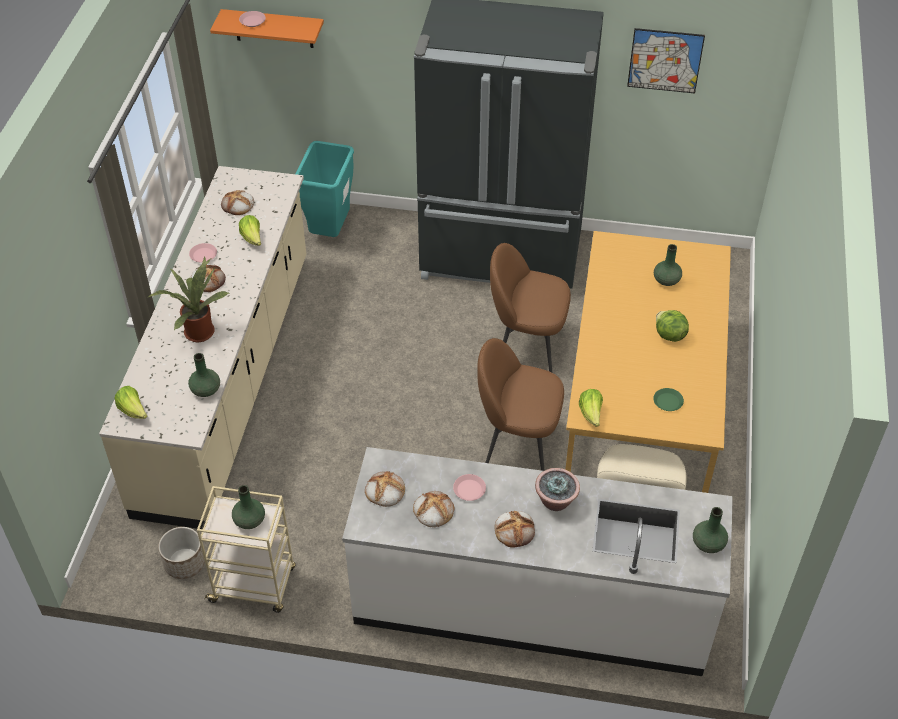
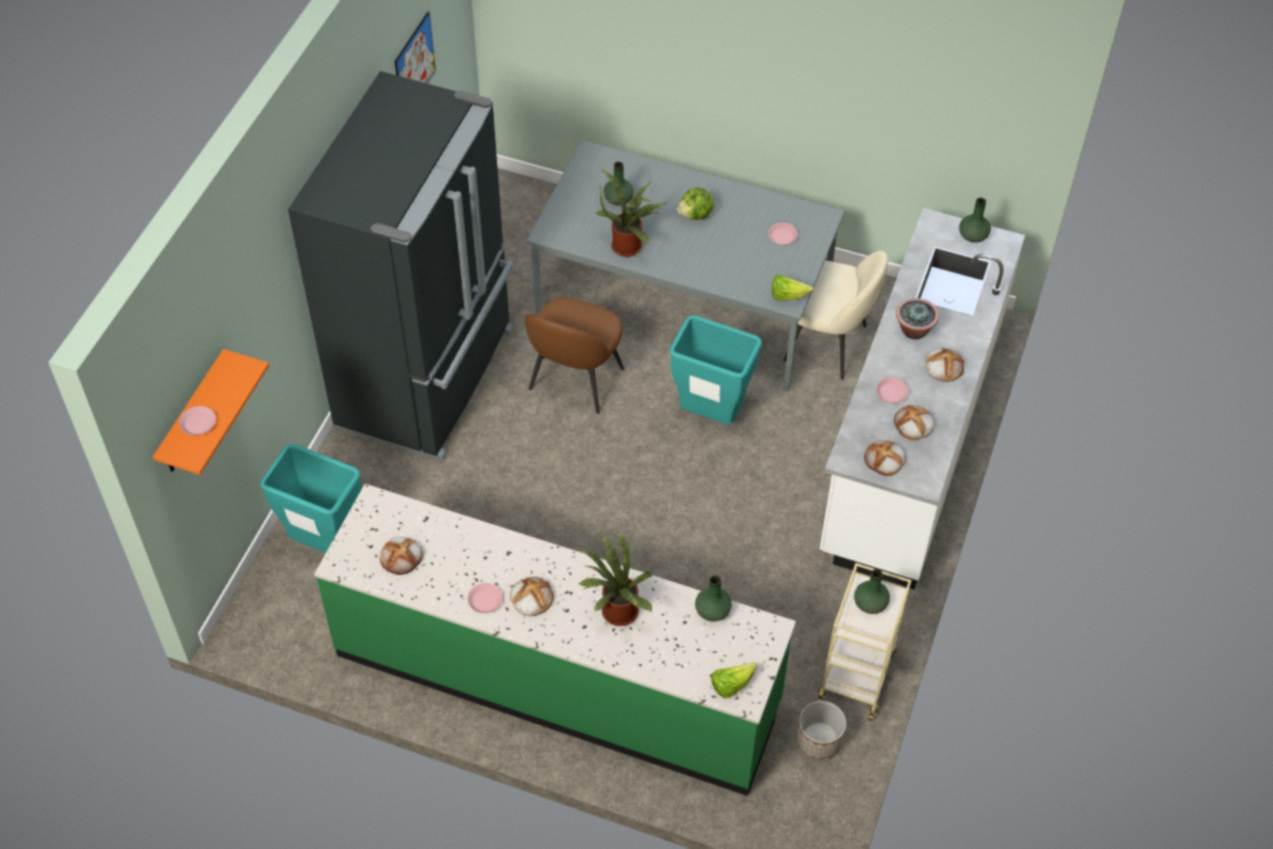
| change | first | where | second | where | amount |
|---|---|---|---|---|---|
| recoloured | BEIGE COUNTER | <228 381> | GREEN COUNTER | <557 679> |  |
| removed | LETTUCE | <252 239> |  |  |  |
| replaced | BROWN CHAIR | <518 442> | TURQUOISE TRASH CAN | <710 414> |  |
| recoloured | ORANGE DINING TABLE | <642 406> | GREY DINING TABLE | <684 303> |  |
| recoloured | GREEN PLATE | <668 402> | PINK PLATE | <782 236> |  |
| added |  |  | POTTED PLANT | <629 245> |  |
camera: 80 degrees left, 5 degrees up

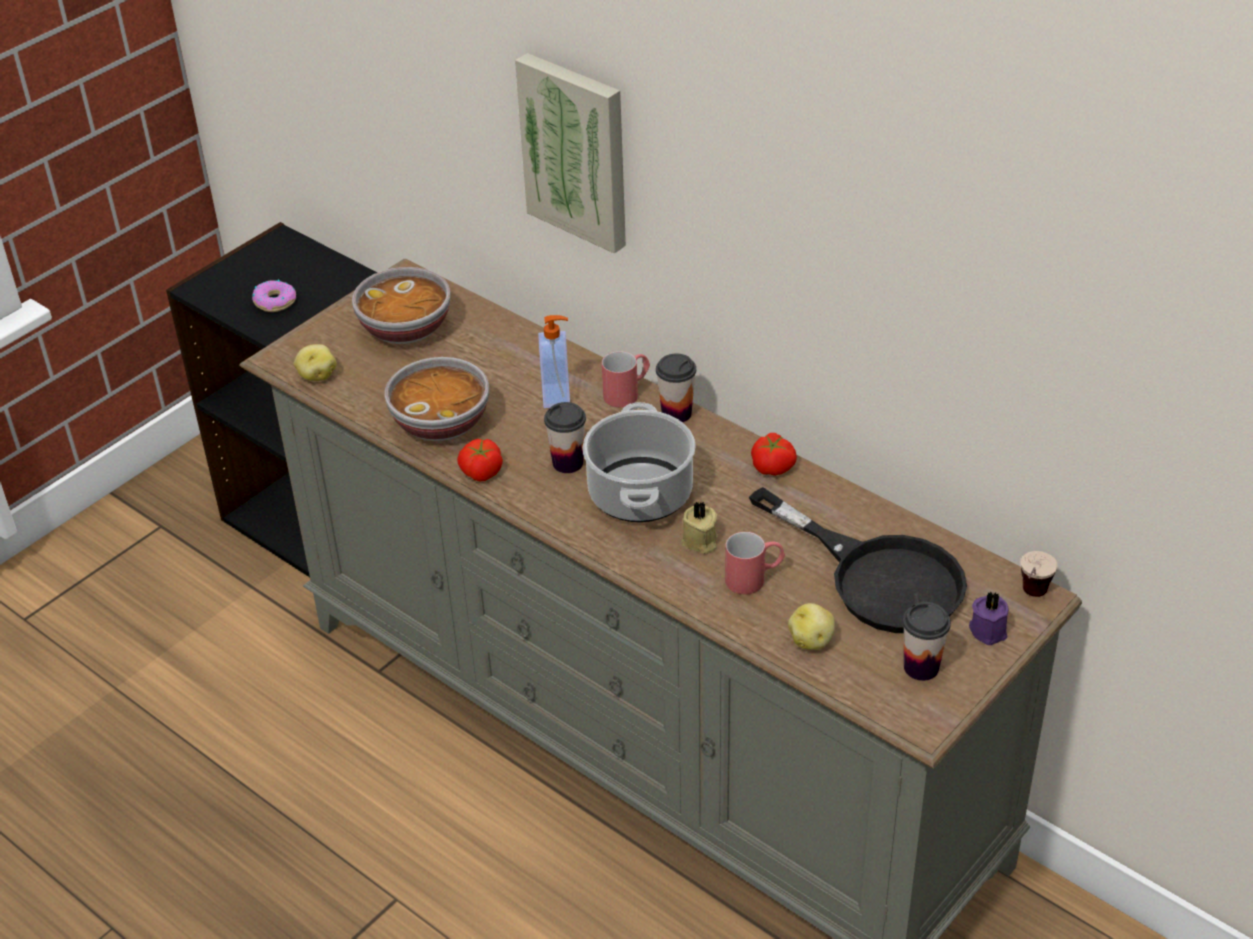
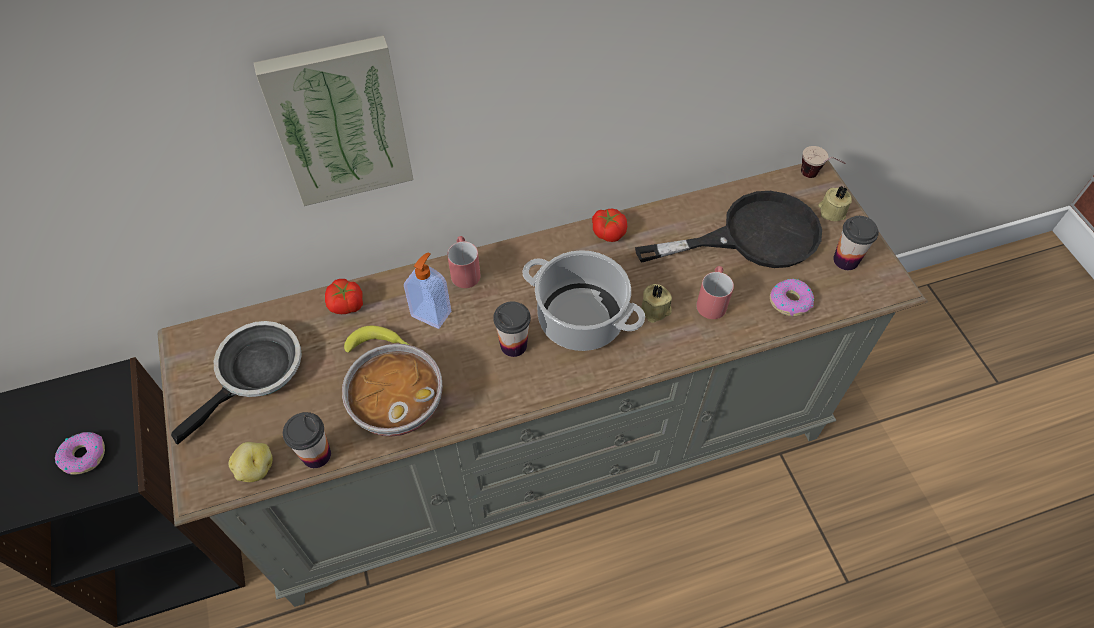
| change | first | where | second | where | amount |
|---|---|---|---|---|---|
| replaced | BOWL | <406 329> | FRYING PAN | <256 373> |  |
| moved | TOMATO | <481 471> |  | <346 304> |  |
| moved | CUP | <676 413> |  | <316 455> |  |
| replaced | POTATO | <811 640> | DONUT | <790 301> |  |
| recoloured | PURPLE CANDLE | <989 630> | BEIGE CANDLE | <831 211> |  |
| added |  |  | BANANA | <379 345> |  |
camera: 60 degrees left, 15 degrees up

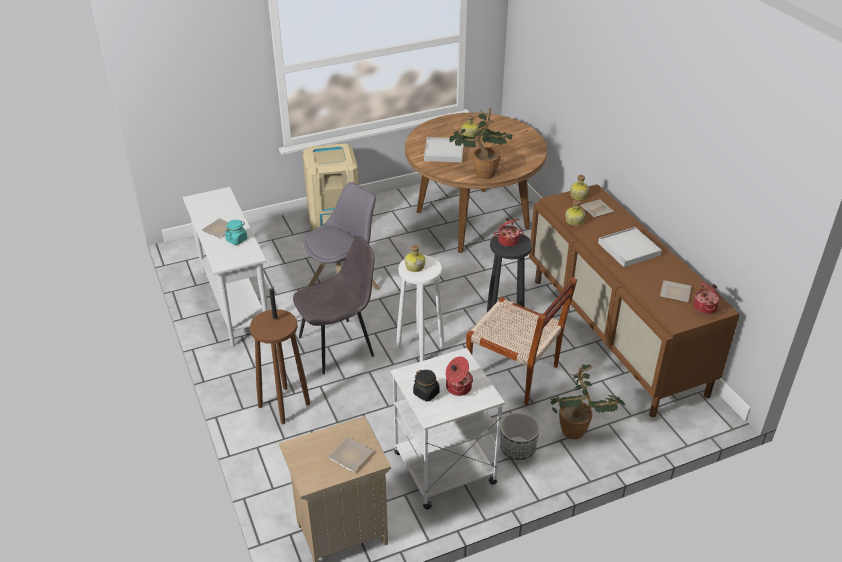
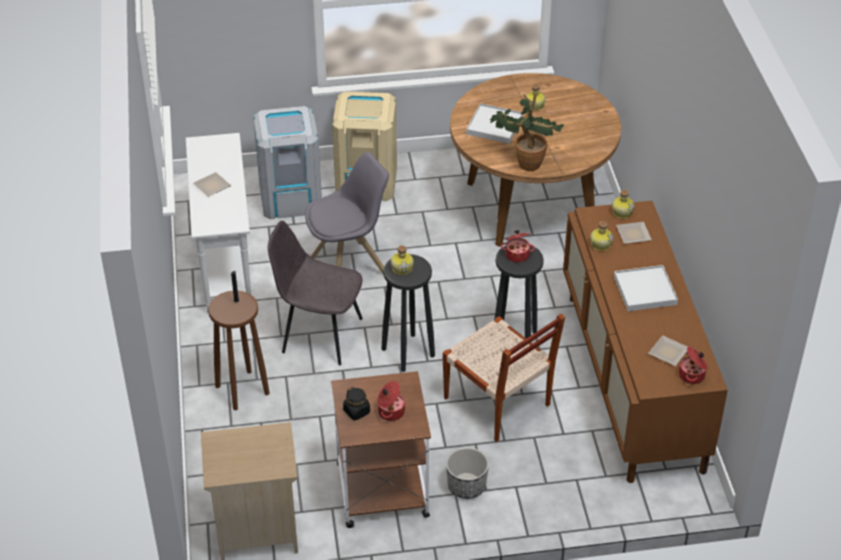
| change | first | where | second | where | amount |
|---|---|---|---|---|---|
| removed | TURQUOISE JAR | <237 240> |  |  |  |
| turned | GREY CHAIR | <338 346> |  | <320 335> | 150 degrees counterclockwise |
| removed | PLATE | <350 455> |  |  |  |
| recoloured | WHITE CART | <443 469> | BROWN CART | <380 491> |  |
| recoloured | WHITE STOOL | <419 346> | BLACK STOOL | <407 352> |  |
| removed | POTTED PLANT | <579 432> |  |  |  |
| added |  |  | GREY TRASH CAN | <291 197> |  |
camera: 15 degrees right, 5 degrees up

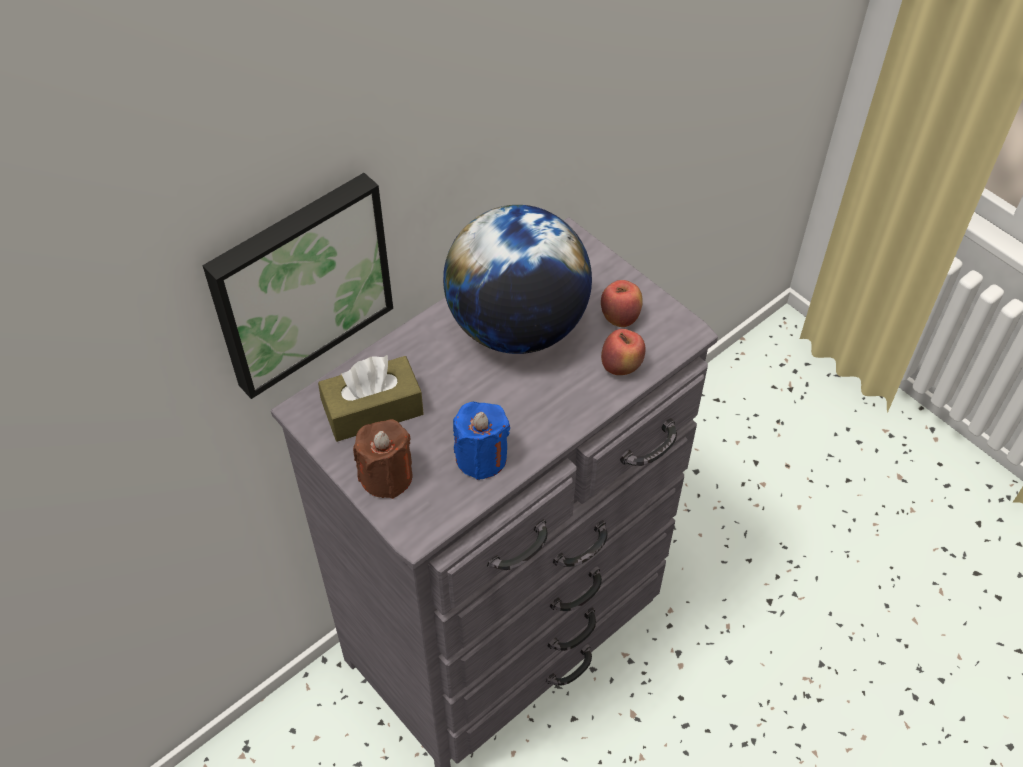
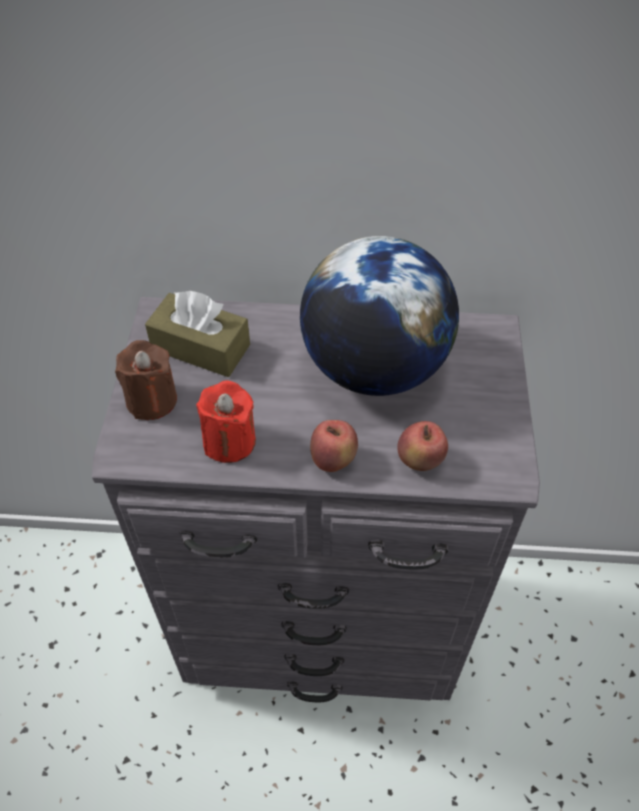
| change | first | where | second | where | amount |
|---|---|---|---|---|---|
| removed | PICTURE | <299 282> |  |  |  |
| recoloured | BLUE CANDLE | <481 457> | RED CANDLE | <229 441> |  |
| moved | APPLE | <620 318> |  | <333 460> |  |
camera: 45 degrees right, 0 degrees up

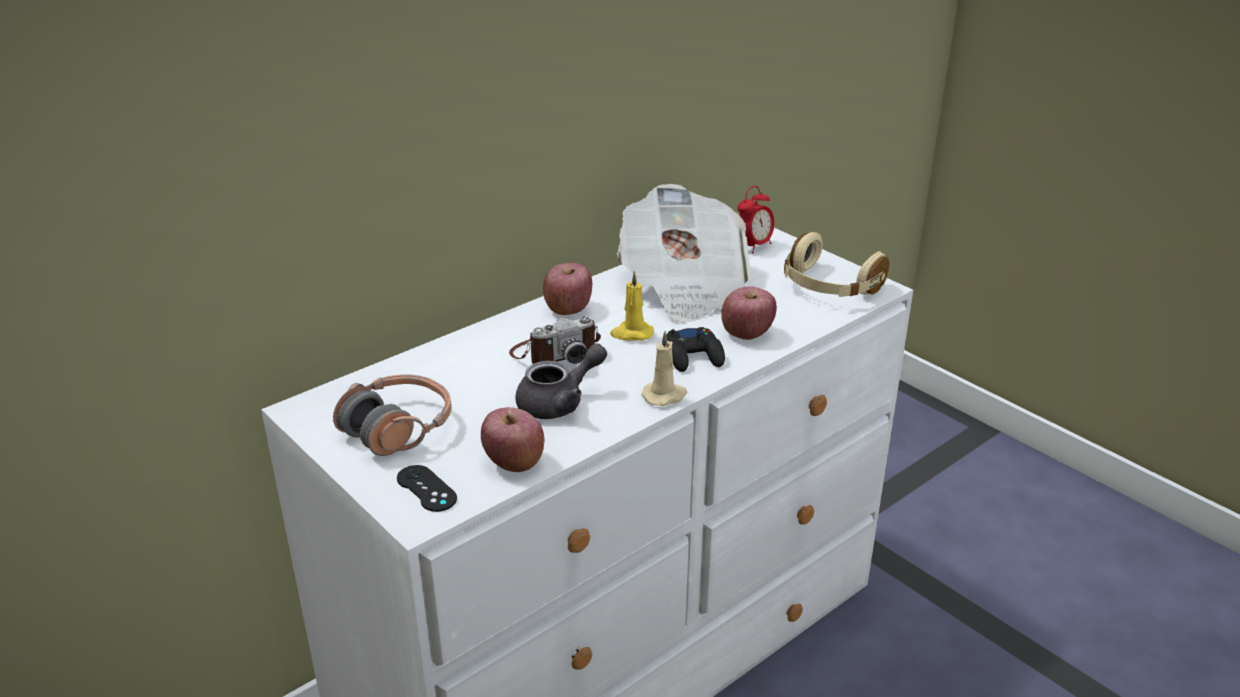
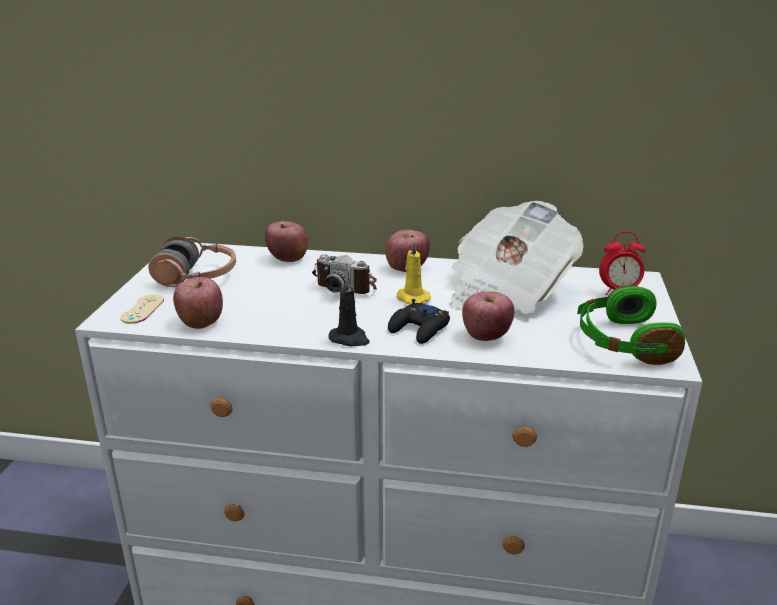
| change | first | where | second | where | amount |
|---|---|---|---|---|---|
| recoloured | BLACK GAME CONTROLLER | <426 489> | BEIGE GAME CONTROLLER | <142 309> |  |
| removed | GREY TEAPOT | <559 402> |  |  |  |
| recoloured | BEIGE CANDLE | <665 396> | BLACK CANDLE | <350 339> |  |
| recoloured | BEIGE HEADPHONES | <828 287> | GREEN HEADPHONES | <622 342> |  |
| added |  |  | APPLE | <287 258> |  |
camera: 50 degrees right, 5 degrees down

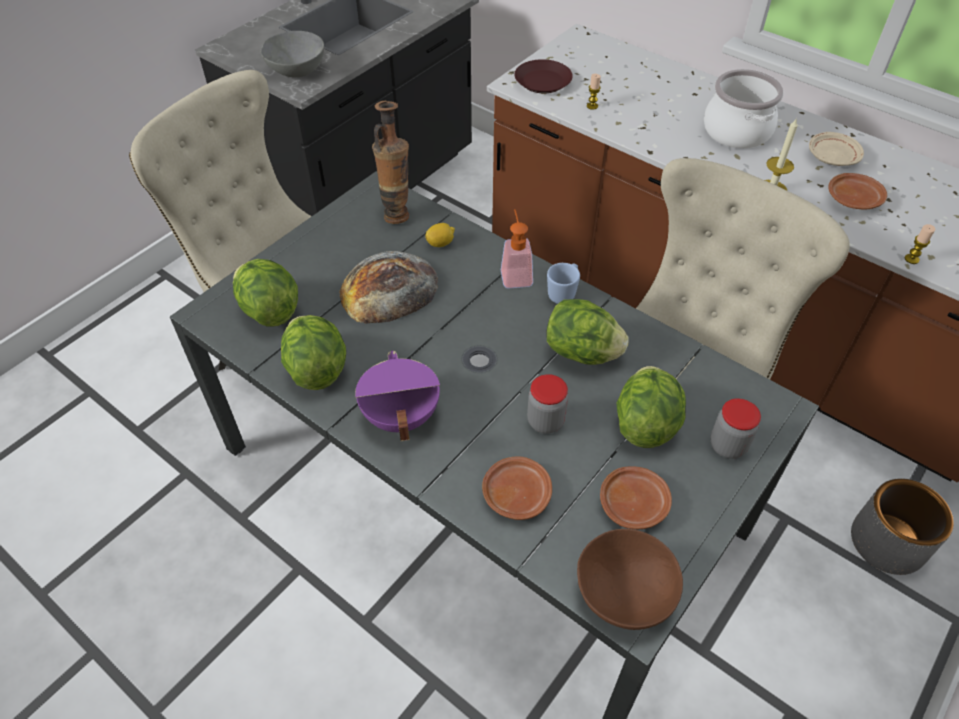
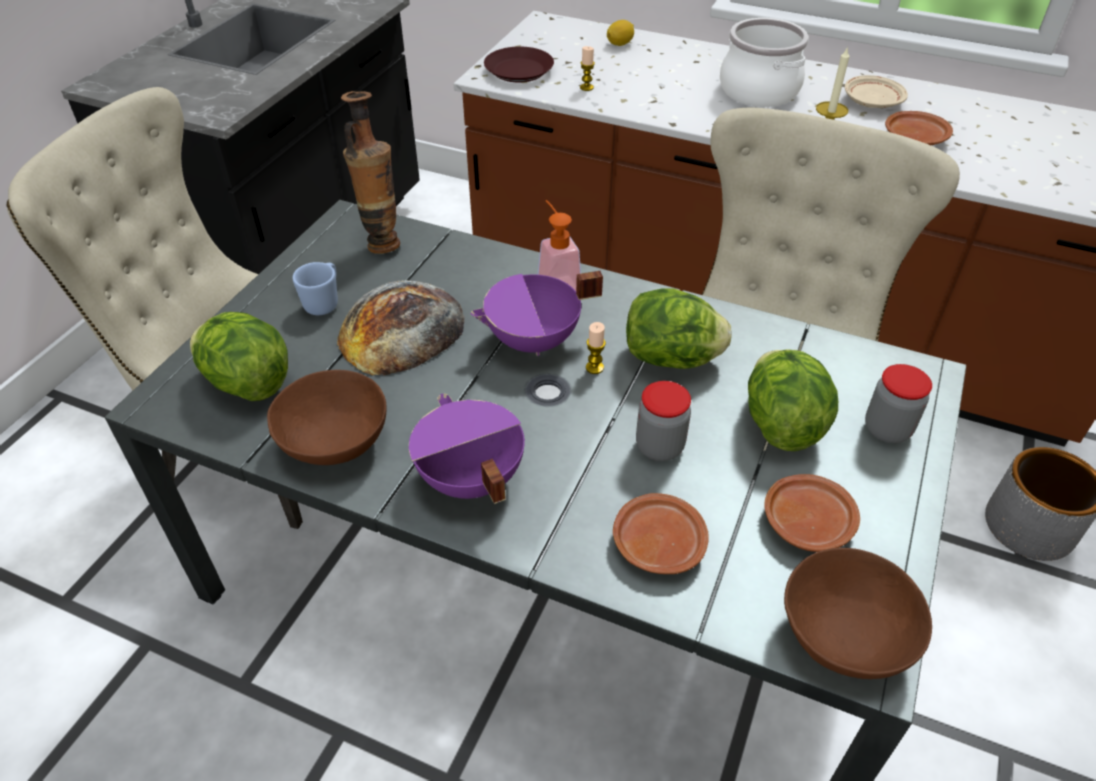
| change | first | where | second | where | amount |
|---|---|---|---|---|---|
| removed | GREY BOWL | <296 71> |  |  |  |
| replaced | LETTUCE | <316 368> | BROWN BOWL | <335 443> |  |
| moved | LEMON | <440 243> |  | <620 44> |  |
| moved | BLUE MUG | <564 293> |  | <324 302> |  |
| moved | CANDLE | <911 259> |  | <594 367> |  |
| added |  |  | PURPLE COOKING POT | <534 342> |  |
camera: 15 degrees left, 5 degrees down

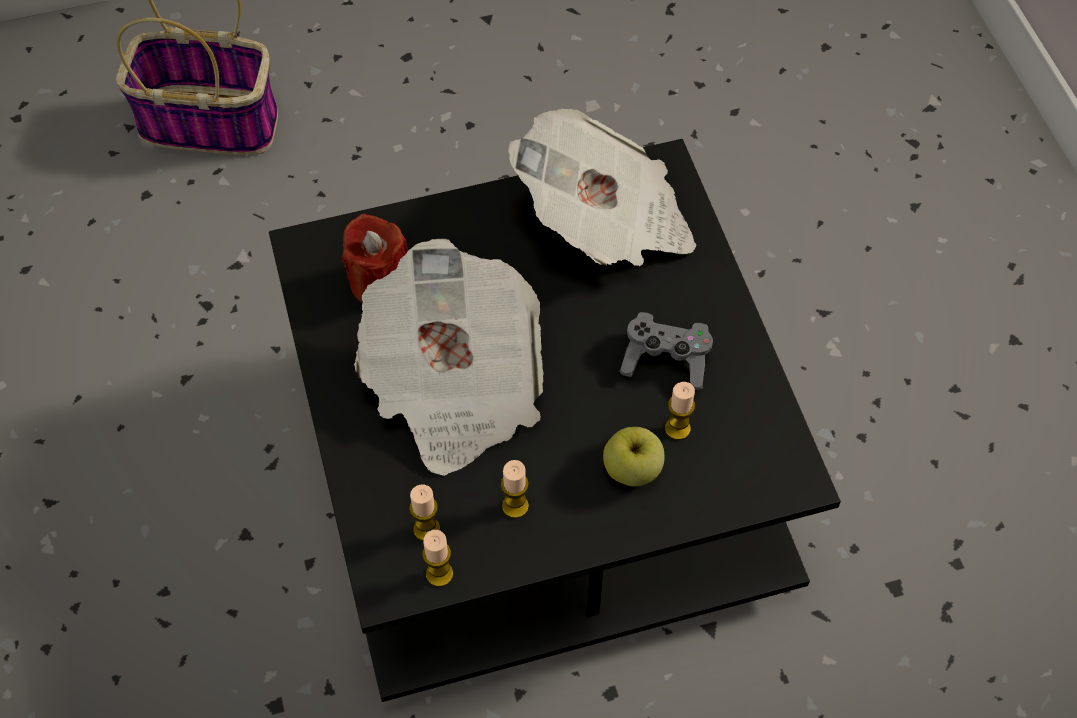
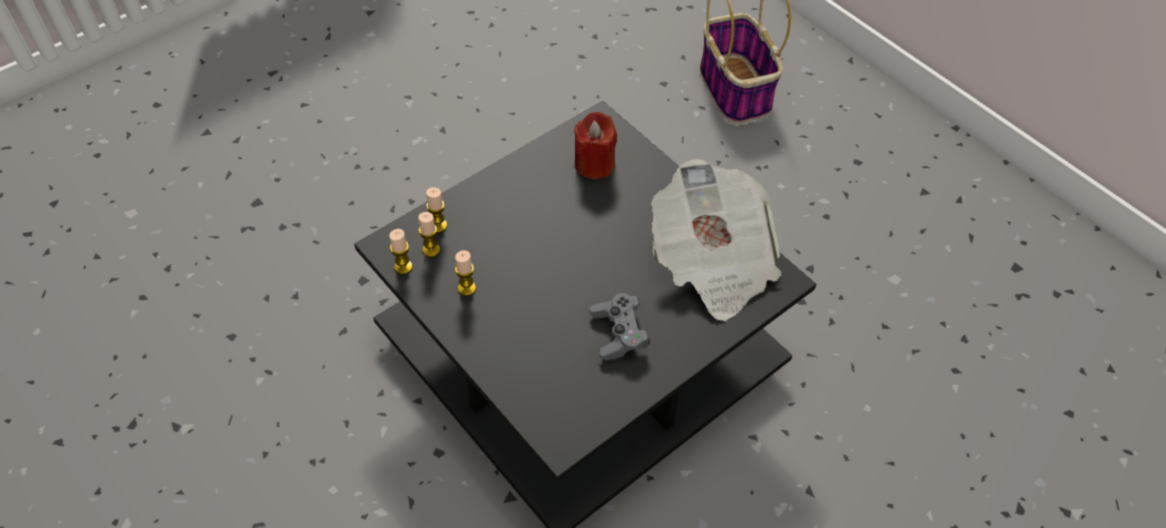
| change | first | where | second | where | amount |
|---|---|---|---|---|---|
| removed | NEWSPAPER | <454 386> |  |  |  |
| removed | APPLE | <632 470> |  |  |  |
| moved | CANDLE | <677 429> |  | <438 225> |  |
camera: 65 degrees right, 5 degrees down

